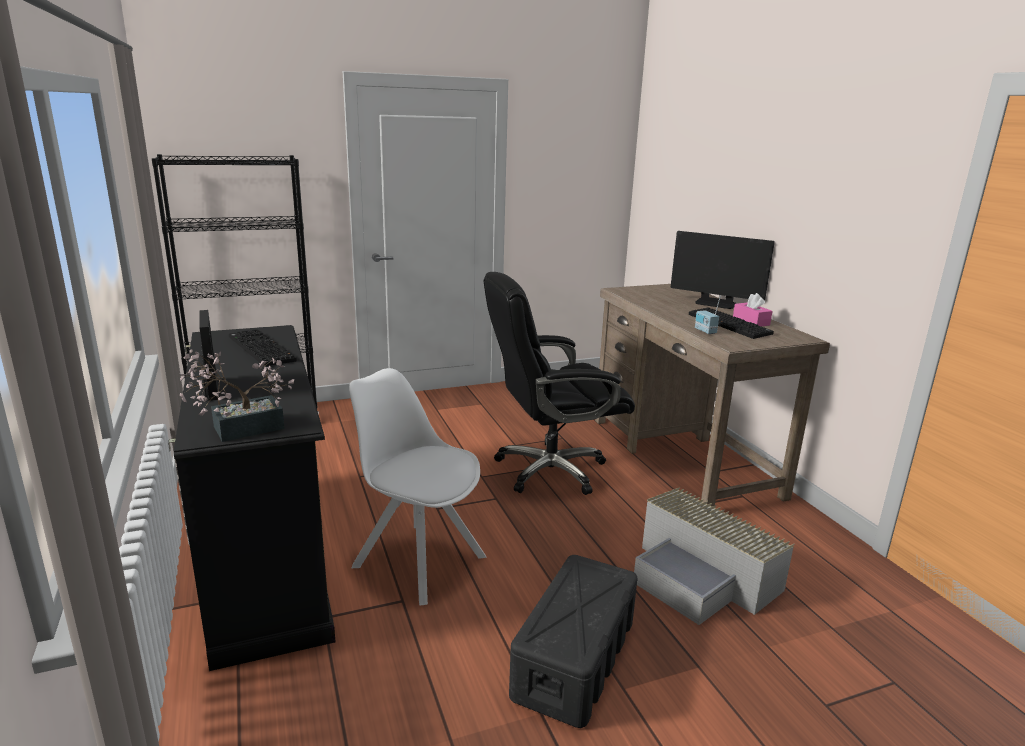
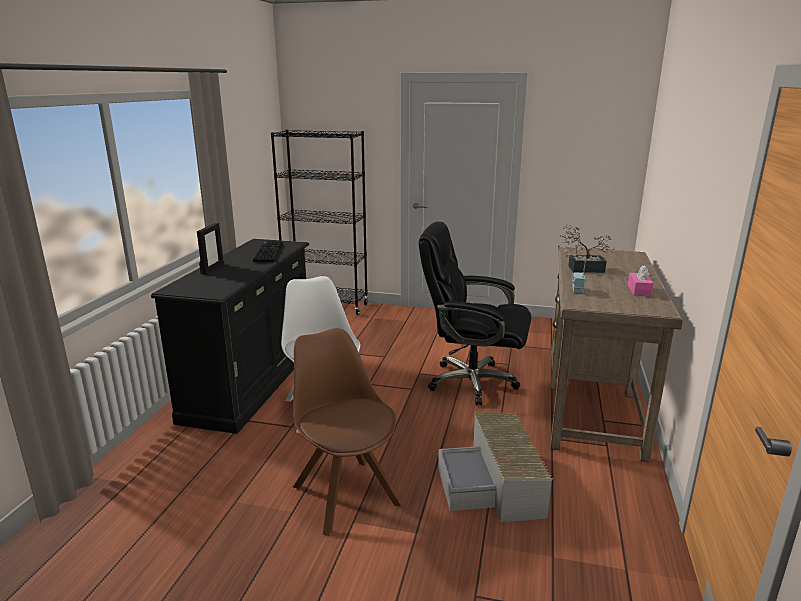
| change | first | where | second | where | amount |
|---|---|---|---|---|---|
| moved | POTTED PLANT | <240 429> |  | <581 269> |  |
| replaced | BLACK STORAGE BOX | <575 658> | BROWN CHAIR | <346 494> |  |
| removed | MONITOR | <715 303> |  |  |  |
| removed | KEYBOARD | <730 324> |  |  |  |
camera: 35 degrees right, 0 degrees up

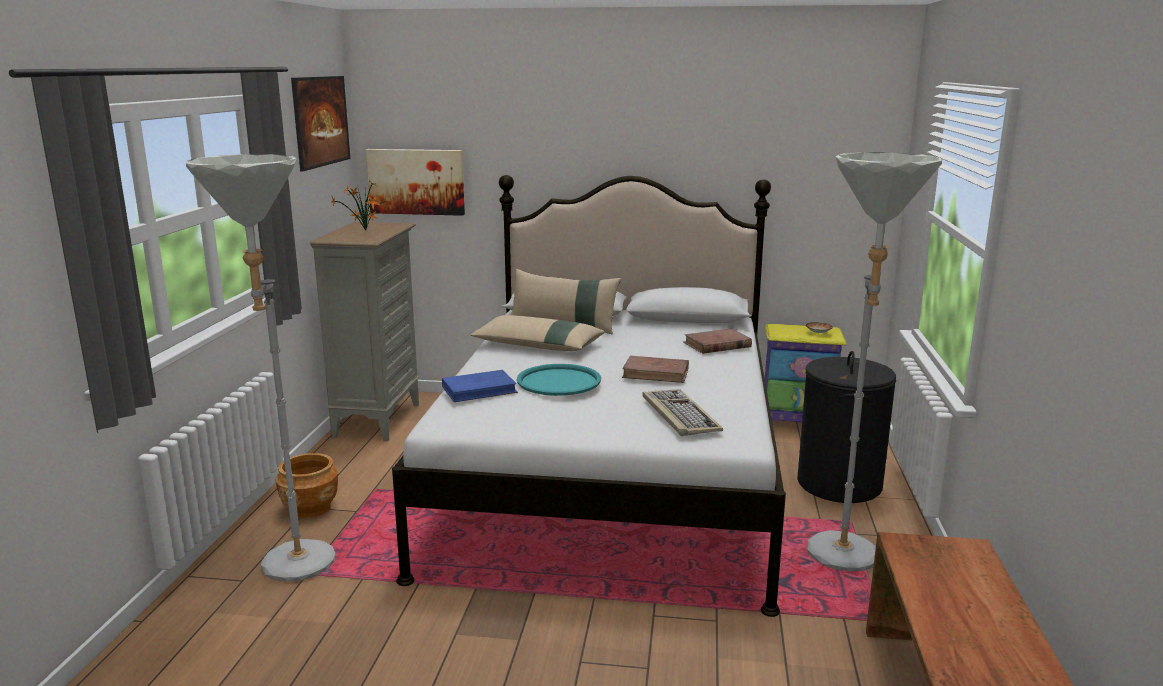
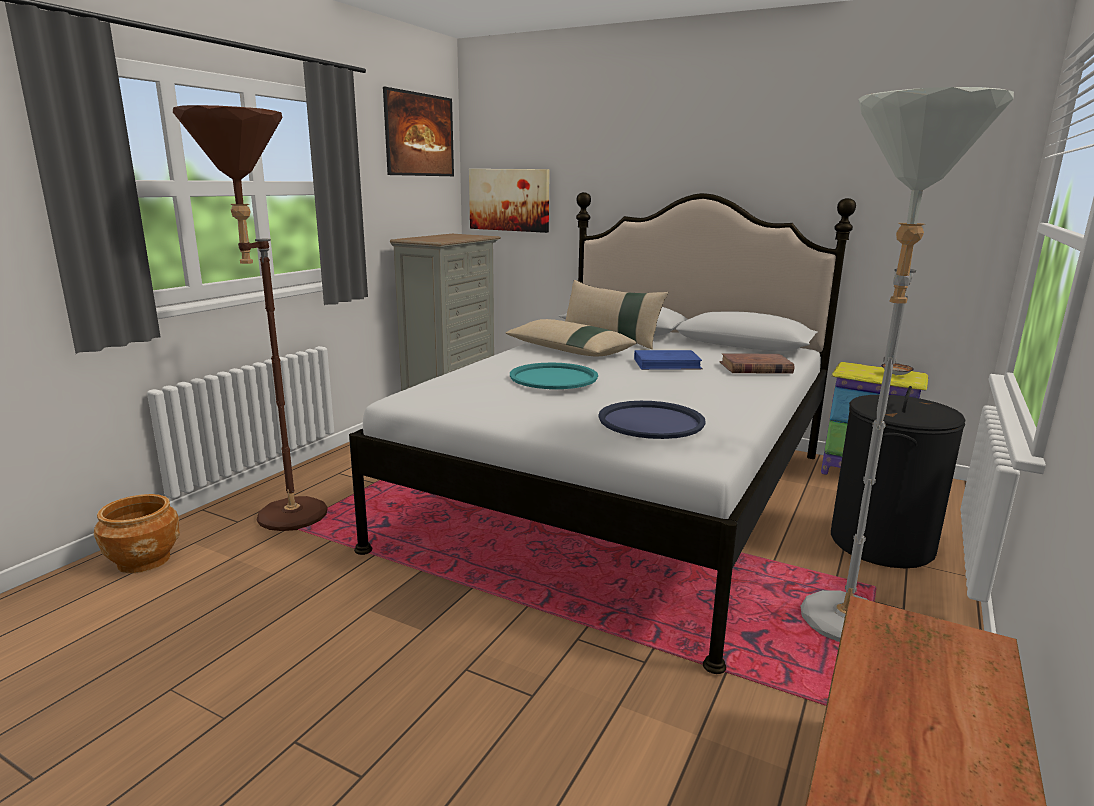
| change | first | where | second | where | amount |
|---|---|---|---|---|---|
| recoloured | GREY FLOOR LAMP | <293 571> | BROWN FLOOR LAMP | <282 522> |  |
| moved | BROWN PLANTER | <310 508> |  | <144 560> |  |
| removed | POTTED PLANT | <365 231> |  |  |  |
| moved | BLUE BOOK | <479 390> |  | <667 364> |  |
| removed | BROWN BOOK | <656 373> |  |  |  |
| replaced | KEYBOARD | <679 415> | BLUE TRAY | <651 421> |  |
camera: 20 degrees right, 0 degrees up

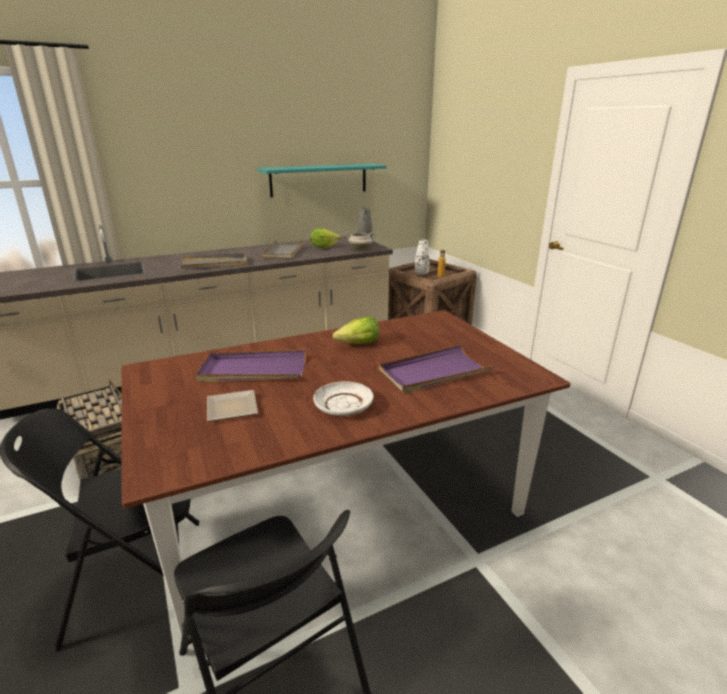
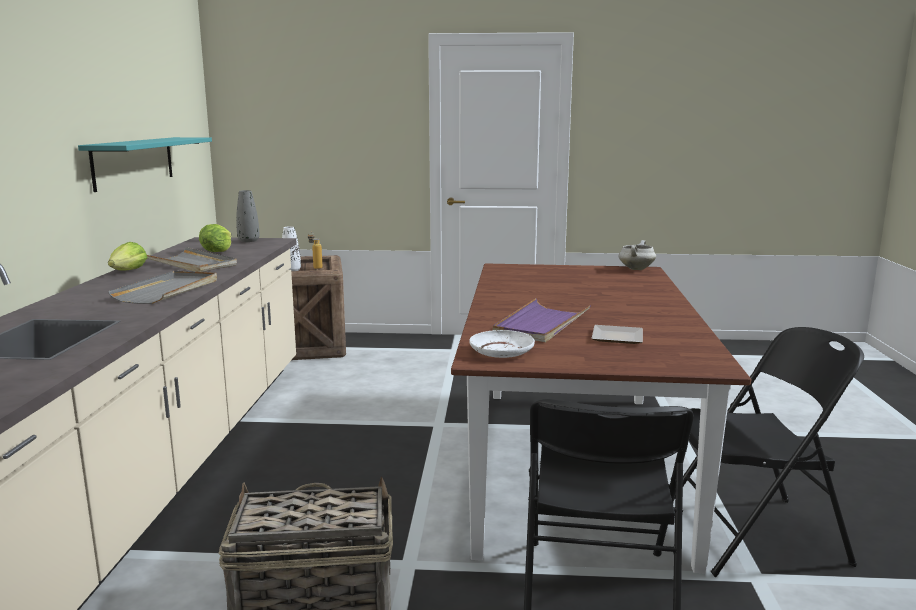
| change | first | where | second | where | amount |
|---|---|---|---|---|---|
| moved | WHITE PLATE | <343 406> |  | <502 352> |  |
| moved | LETTUCE | <358 344> |  | <128 271> |  |
| moved | WHITE COOKING POT | <360 250> |  | <636 269> |  |
| removed | PURPLE TRAY | <434 372> |  |  |  |
camera: 60 degrees left, 10 degrees down

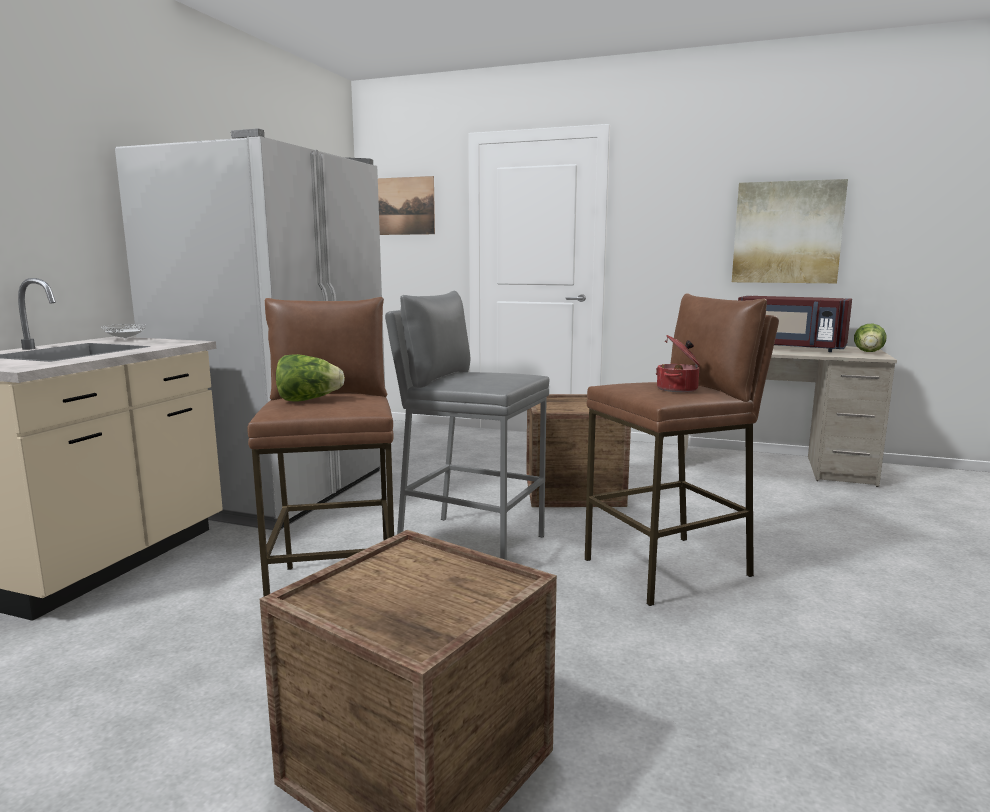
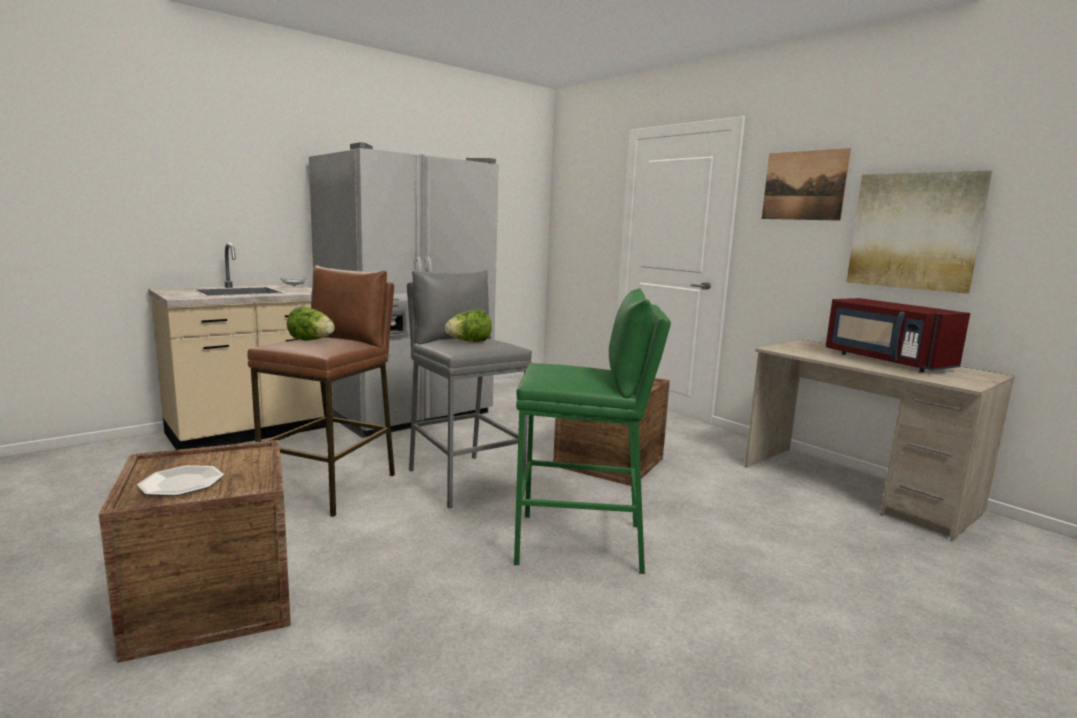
| change | first | where | second | where | amount |
|---|---|---|---|---|---|
| moved | PICTURE | <403 206> |  | <804 185> |  |
| recoloured | BROWN STOOL | <669 568> | GREEN STOOL | <580 543> |  |
| removed | COOKING POT | <678 389> |  |  |  |
| moved | LETTUCE | <869 352> |  | <469 342> |  |
| added |  |  | PLATE | <181 483> |  |
camera: 30 degrees right, 0 degrees up

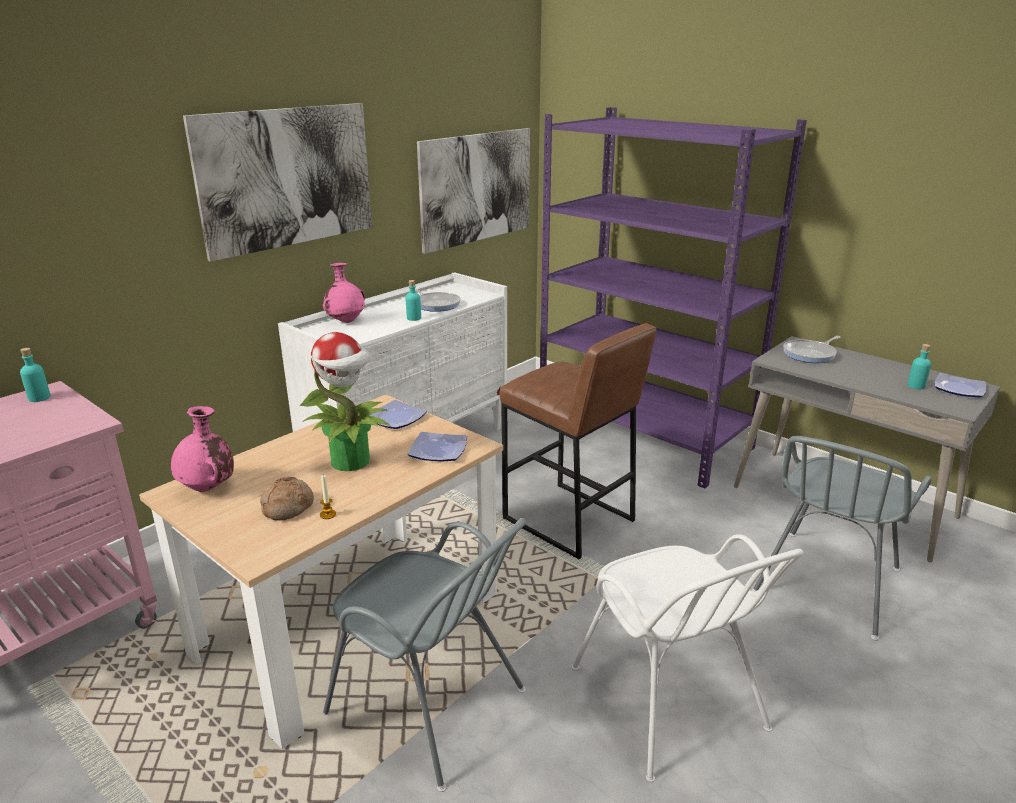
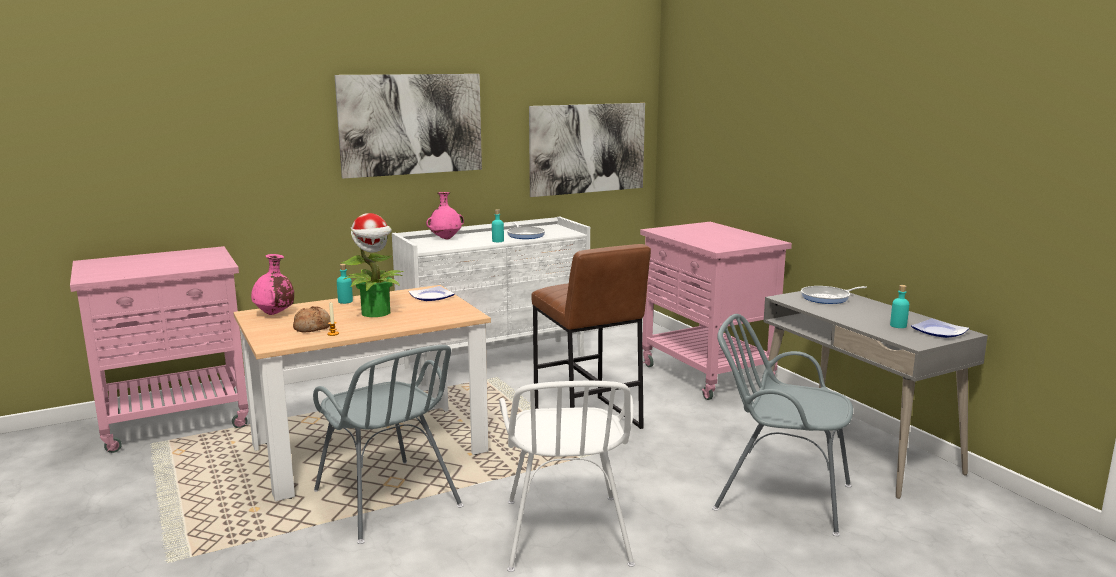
| change | first | where | second | where | amount |
|---|---|---|---|---|---|
| moved | TURQUOISE BOTTLE | <39 398> |  | <345 301> |  |
| removed | PLATE | <439 450> |  |  |  |
| replaced | PURPLE BOOKCASE | <643 435> | PINK CART | <706 376> |  |
| turned | GREY CHAIR | <826 584> |  | <776 495> | 60 degrees clockwise |
camera: 20 degrees right, 10 degrees down

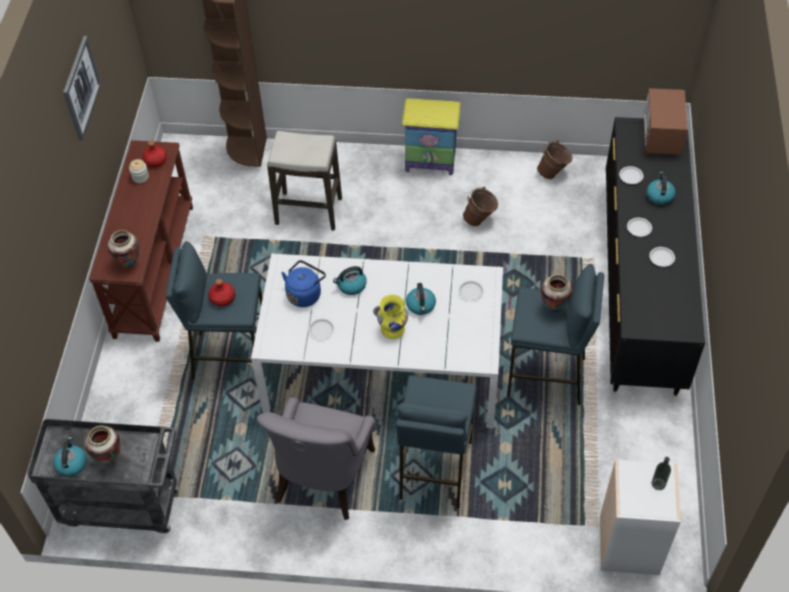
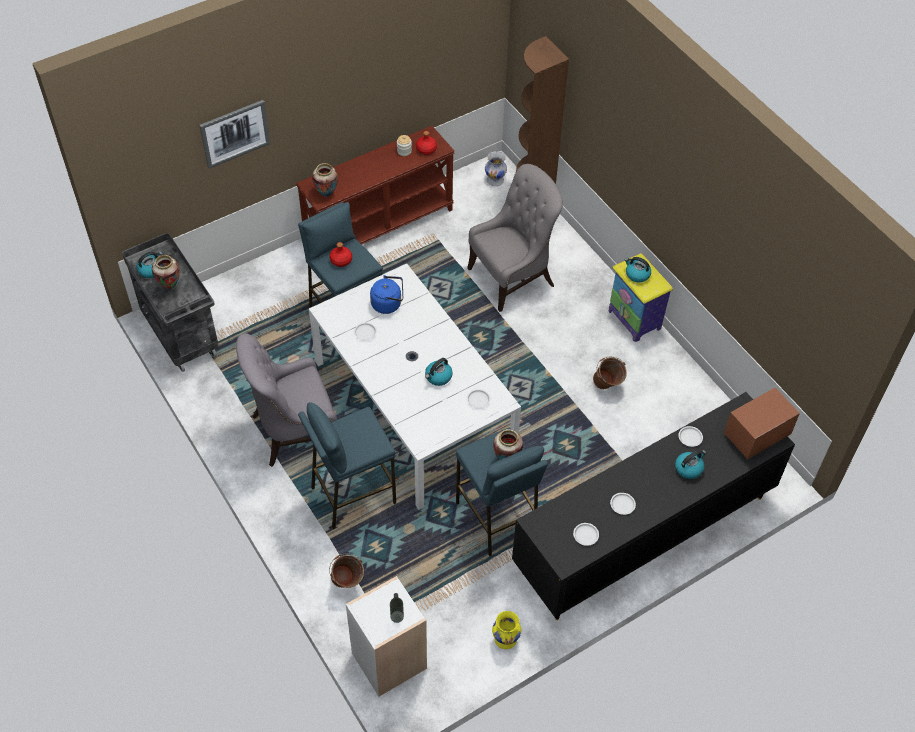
| change | first | where | second | where | amount |
|---|---|---|---|---|---|
| moved | PICTURE | <81 88> |  | <235 133> |  |
| replaced | STOOL | <309 211> | GREY CHAIR | <512 277> |  |
| moved | KETTLE | <351 286> |  | <637 274> |  |
| moved | YELLOW VASE | <392 329> |  | <506 638> |  |
| moved | BROWN BUCKET | <553 173> |  | <347 584> |  |
| moved | WHITE PLATE | <638 228> |  | <585 535> |  |
| added |  |  | WHITE VASE | <495 180> |  |
camera: 50 degrees right, 0 degrees up

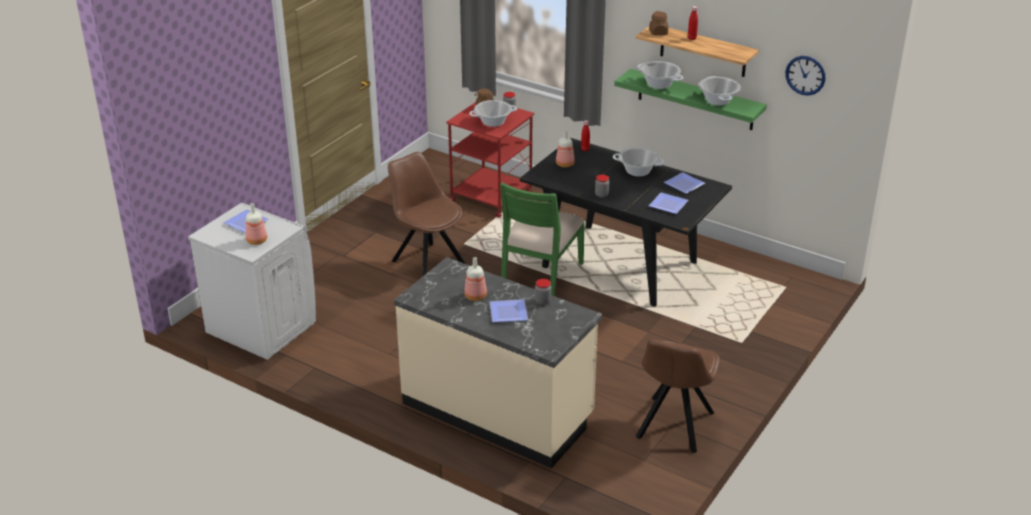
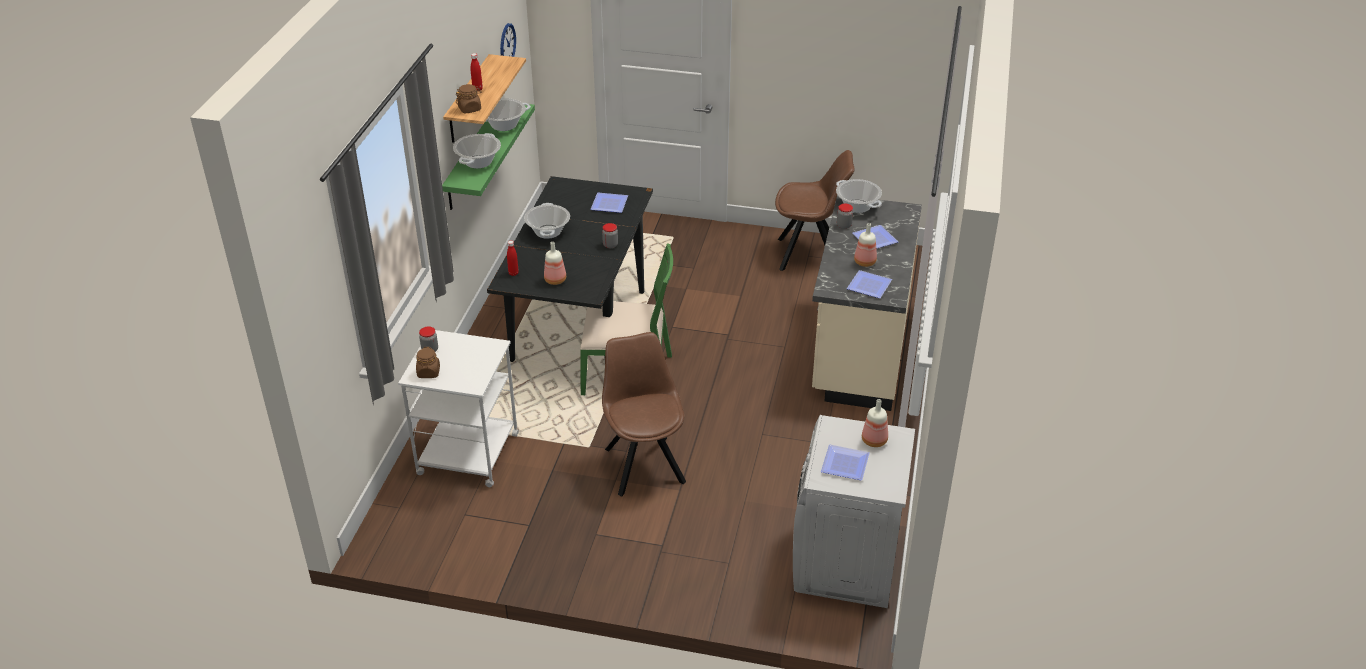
| change | first | where | second | where | amount |
|---|---|---|---|---|---|
| turned | BROWN CHAIR | <428 263> |  | <643 465> | 135 degrees clockwise |
| recoloured | RED CART | <492 197> | WHITE CART | <468 452> |  |
| moved | COOKING POT | <493 122> |  | <857 206> |  |
| moved | PLATE | <682 184> |  | <870 287> |  |
camera: 110 degrees left, 5 degrees up

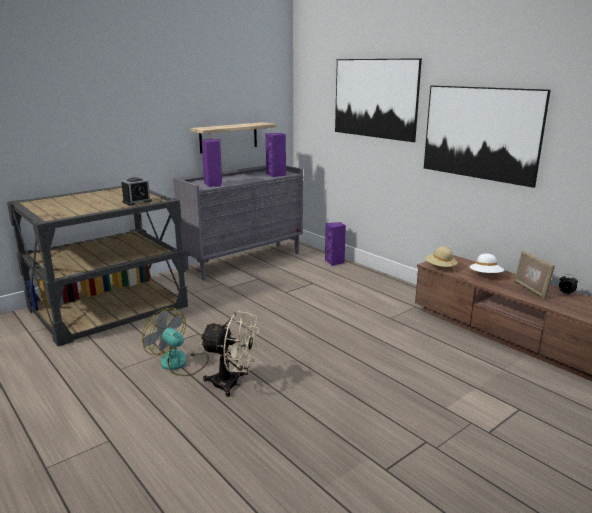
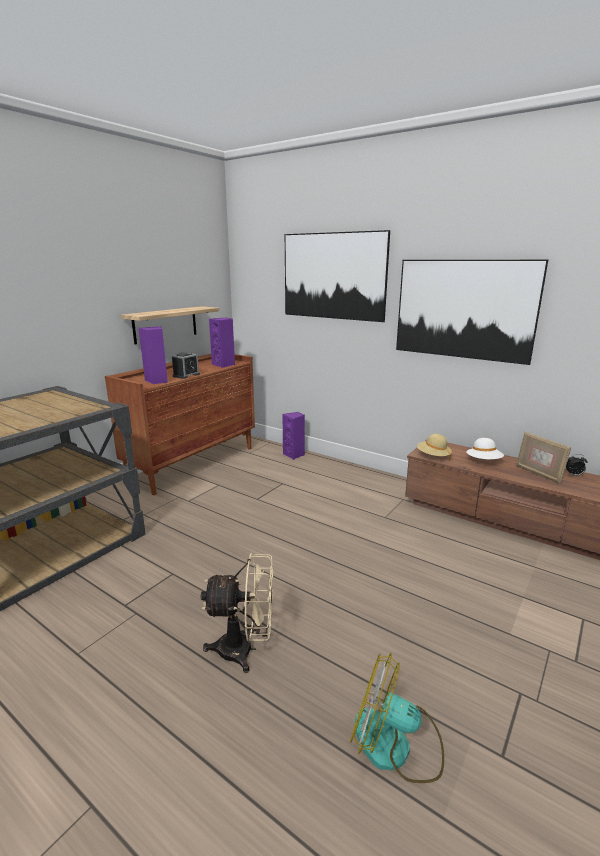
| change | first | where | second | where | amount |
|---|---|---|---|---|---|
| moved | ALARM CLOCK | <137 201> |  | <186 375> |  |
| moved | FAN | <179 363> |  | <395 745> |  |
| recoloured | GREY CABINET | <244 261> | BROWN CABINET | <194 464> |  |
camera: 15 degrees left, 0 degrees up

